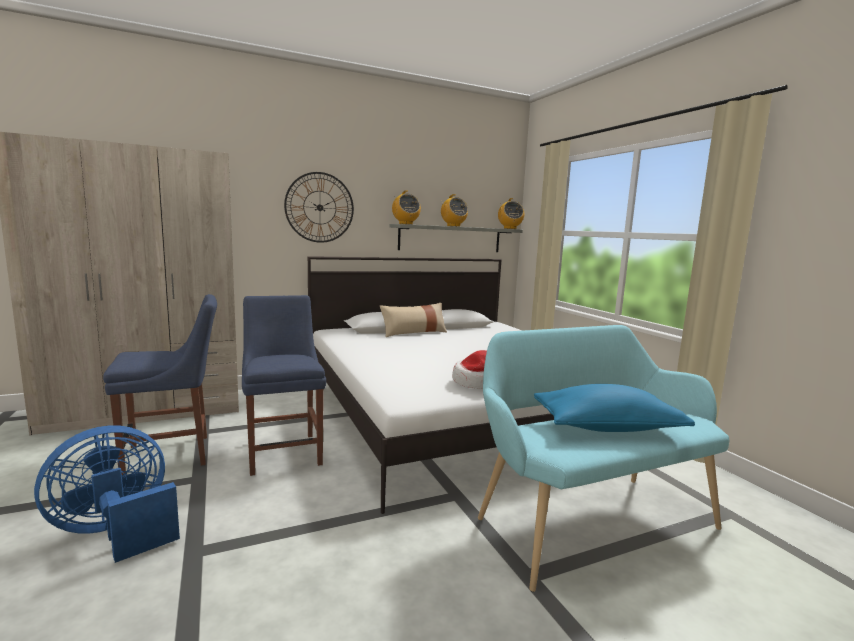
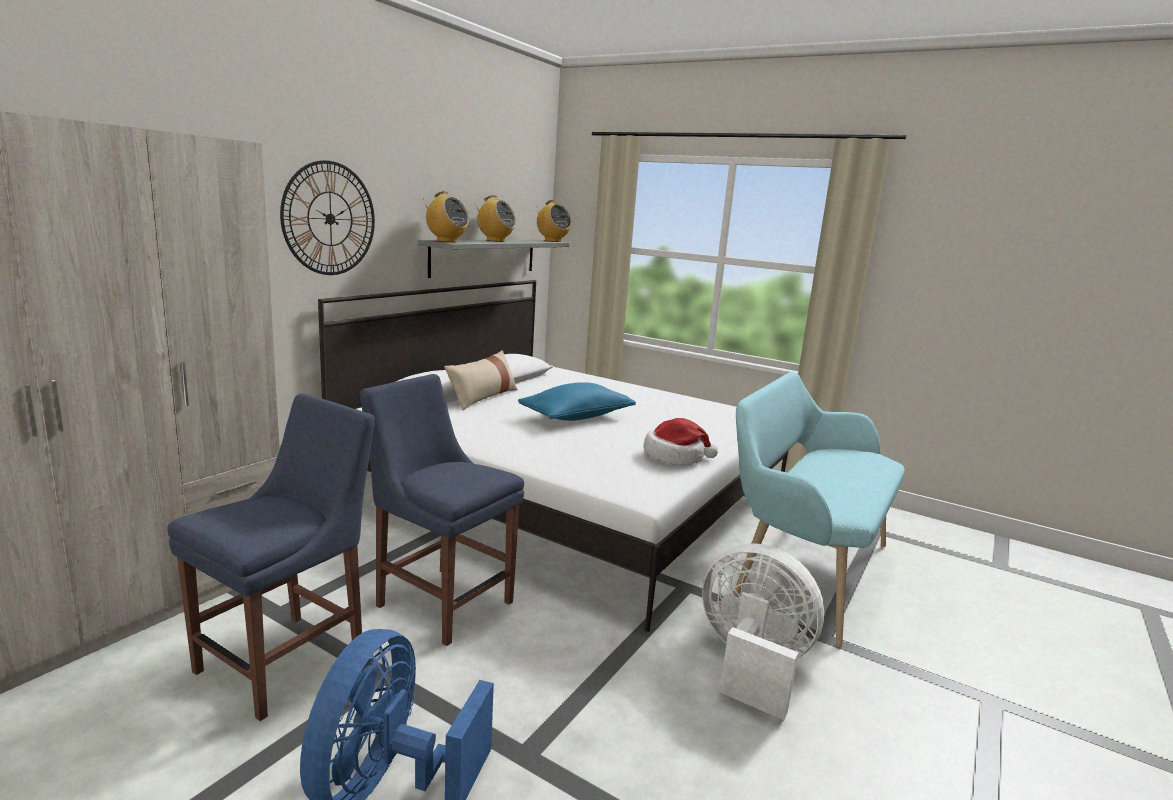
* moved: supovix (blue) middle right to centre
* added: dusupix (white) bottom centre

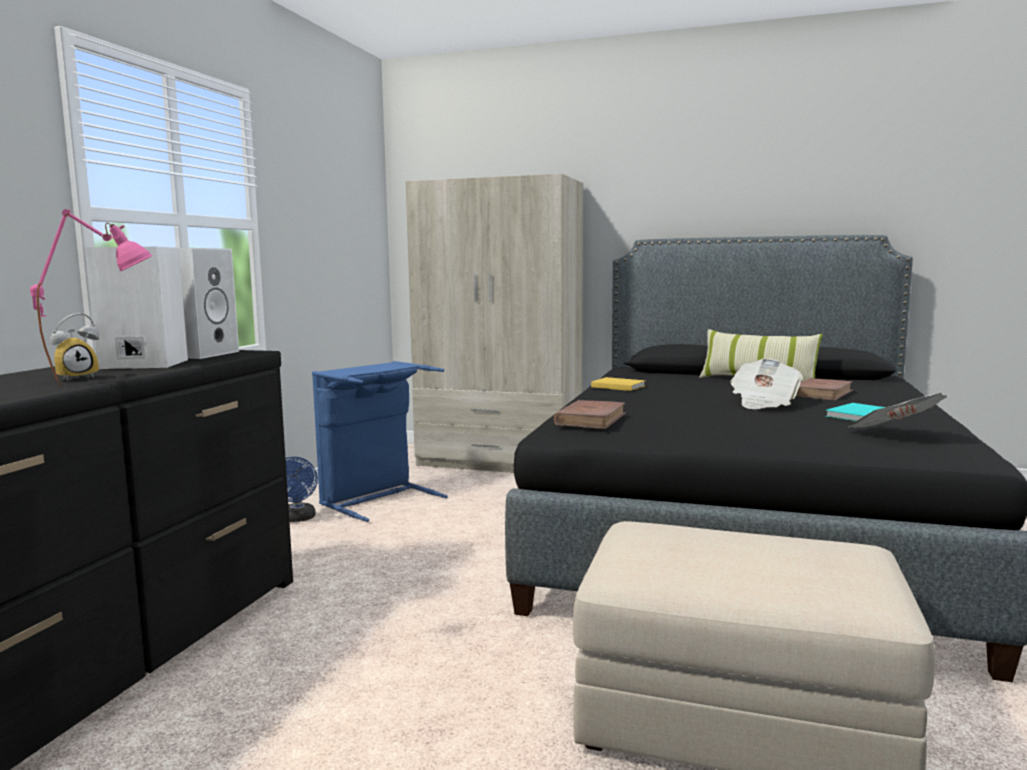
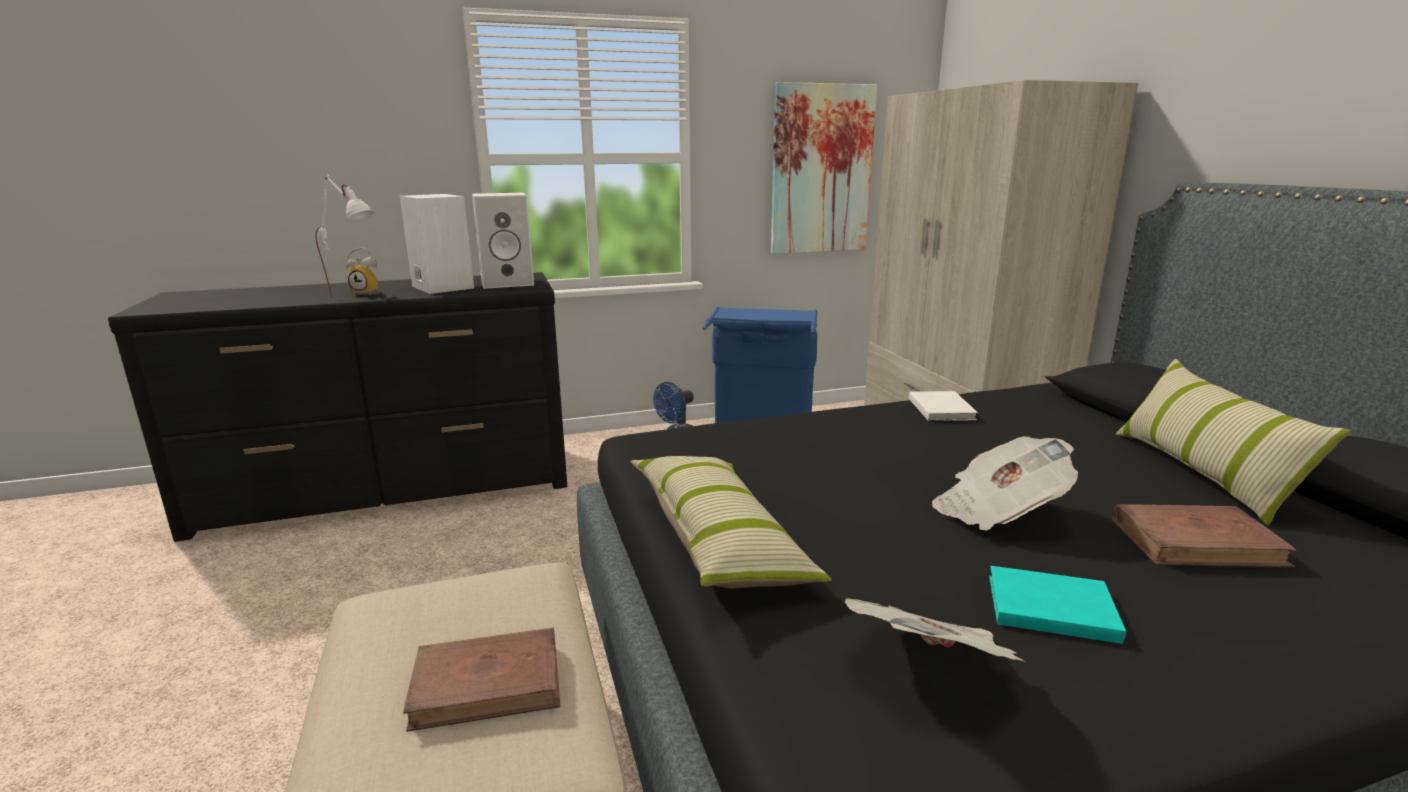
* recoloured: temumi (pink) middle left to temumi (white) top left
* moved: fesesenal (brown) (1st from left) centre to bottom centre
* recoloured: fesesenal (yellow) centre to fesesenal (white) middle right
* added: supovix (1st from left) centre
* added: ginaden top centre

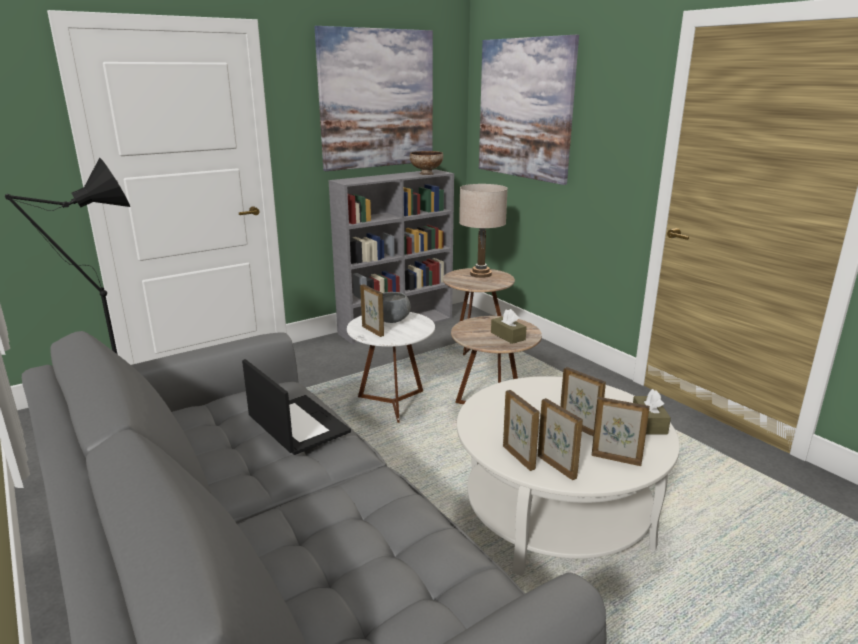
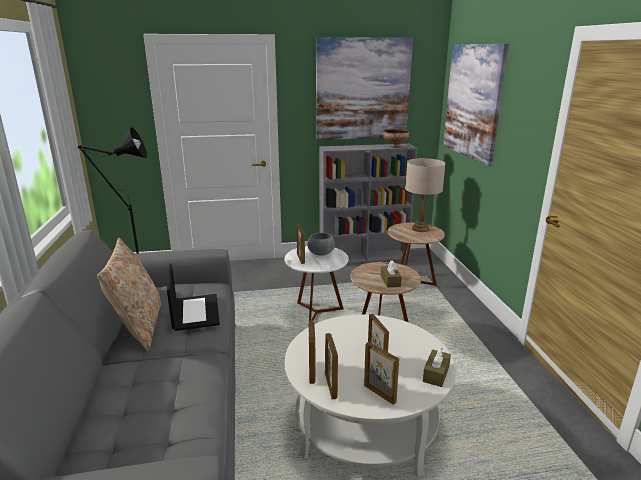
* added: supovix (beige) middle left

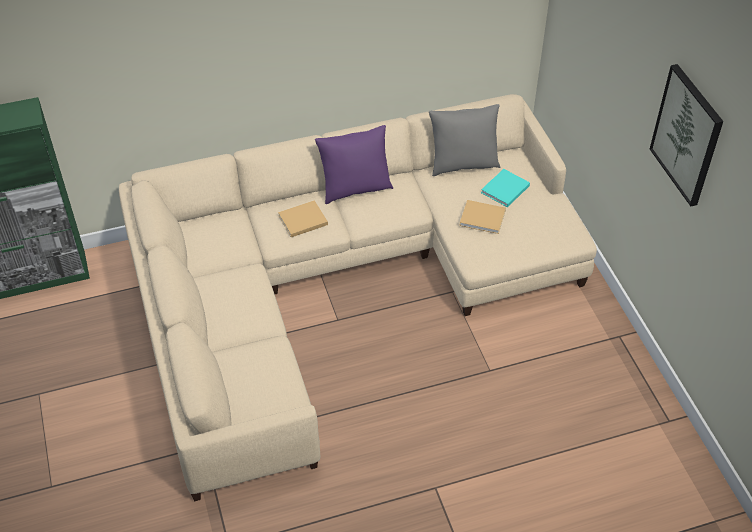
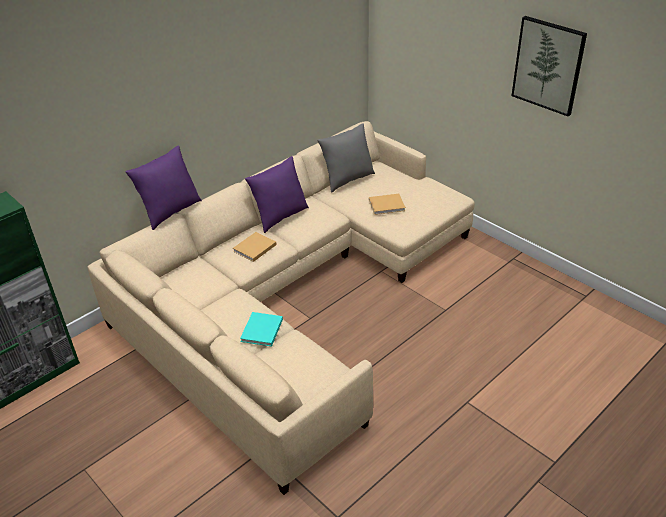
* moved: fesesenal (turquoise) middle right to centre
* added: supovix (purple) (1st from left) middle left

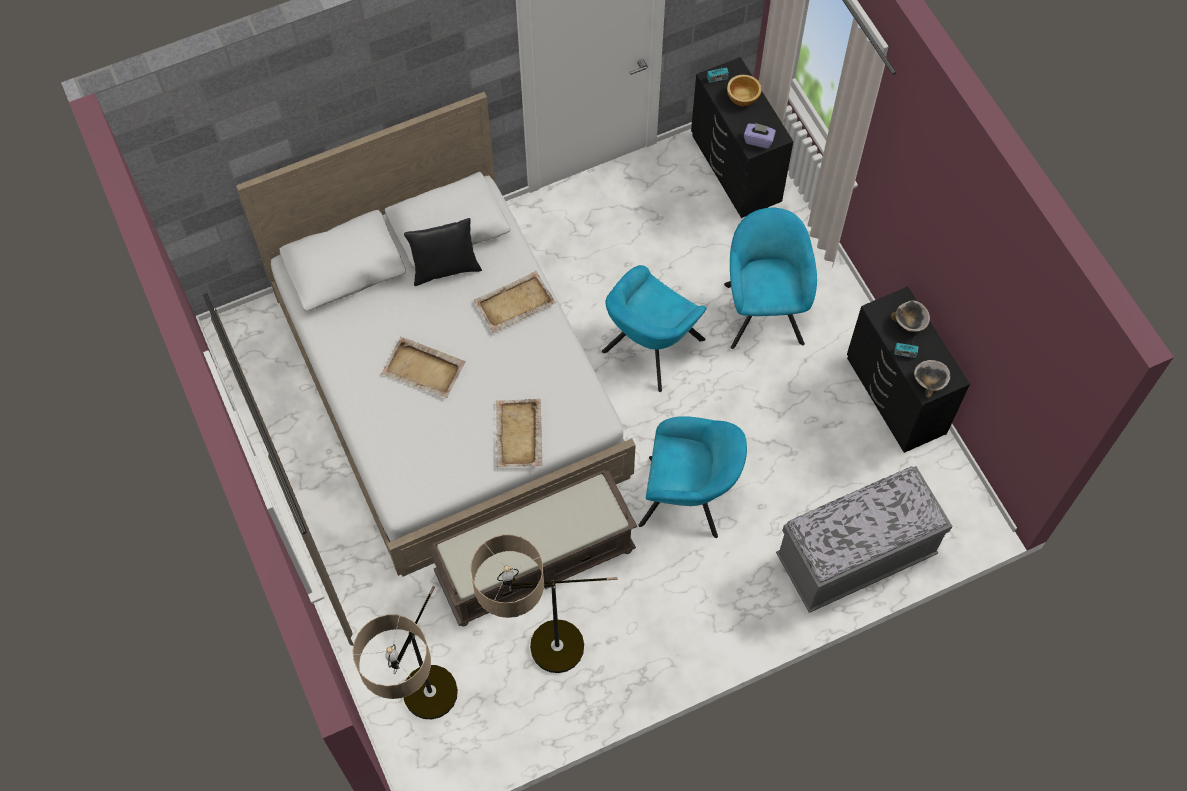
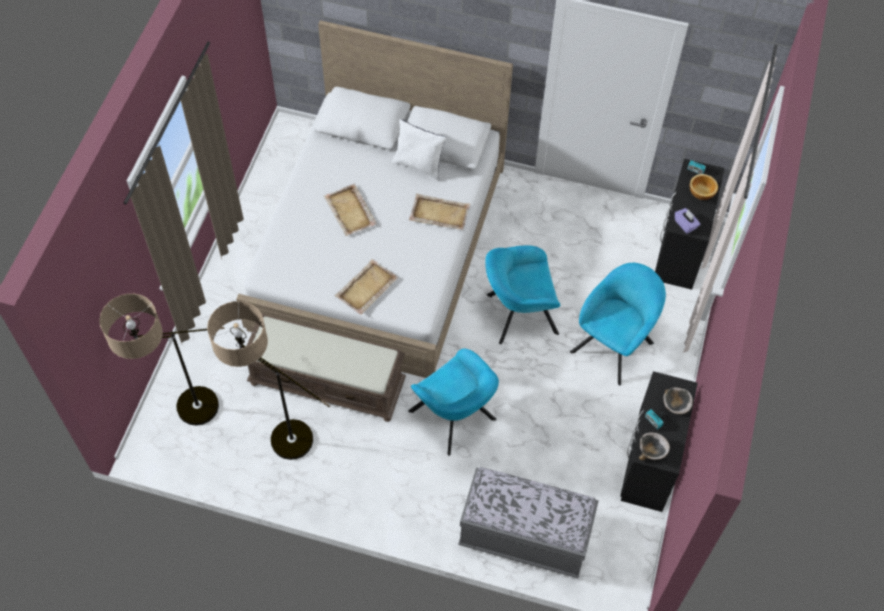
* recoloured: supovix (black) top centre to supovix (white) top centre

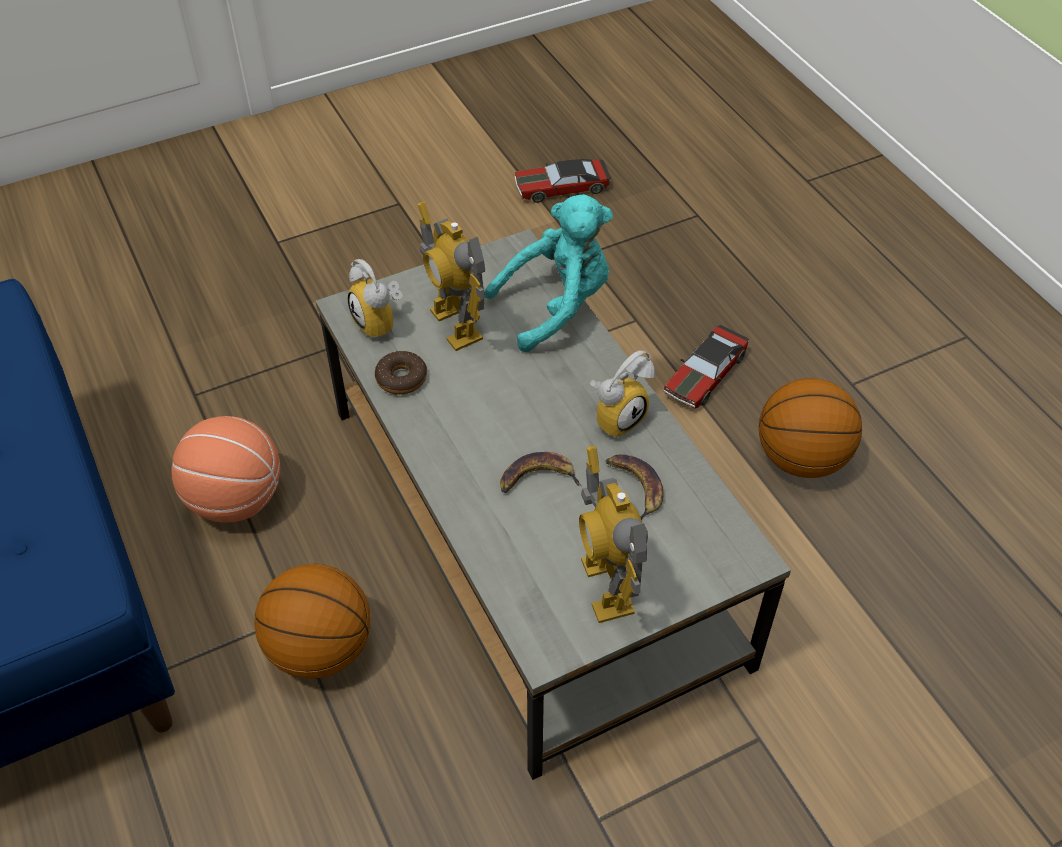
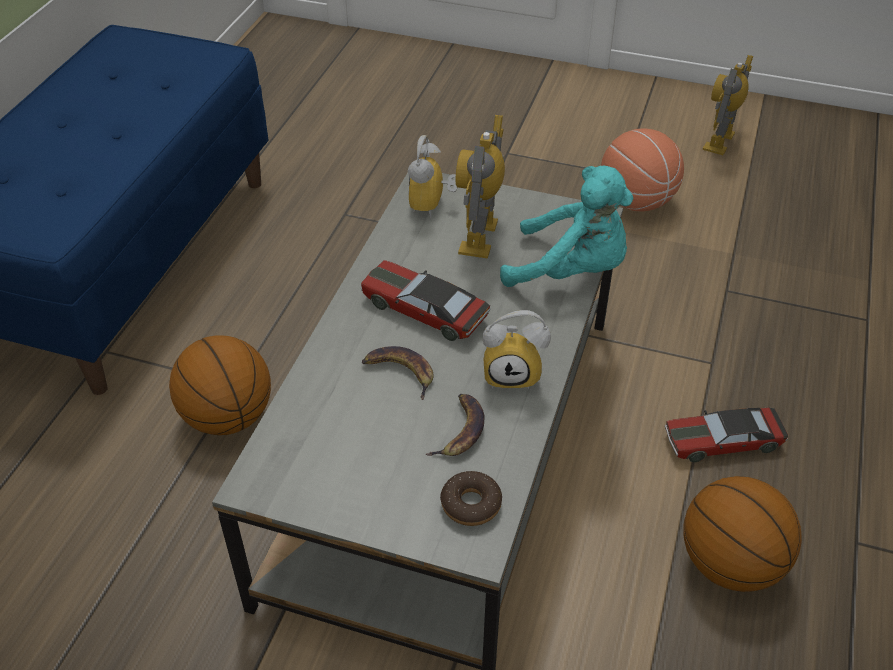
* moved: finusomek (1st from left in the first image) middle left to finusomek (2nd from left) top right
* moved: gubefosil centre to bottom centre
* moved: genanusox (1st from left) top centre to centre
* moved: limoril (2nd from left) centre to top right

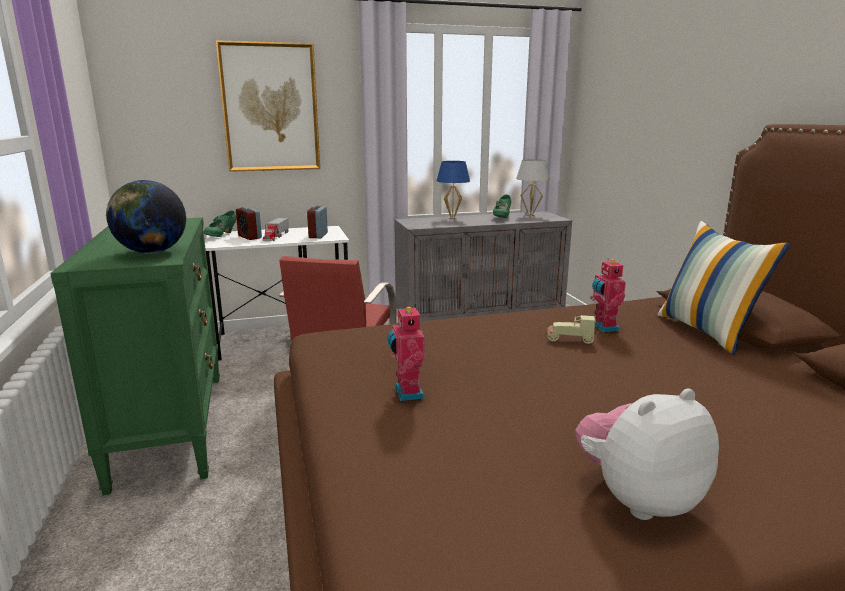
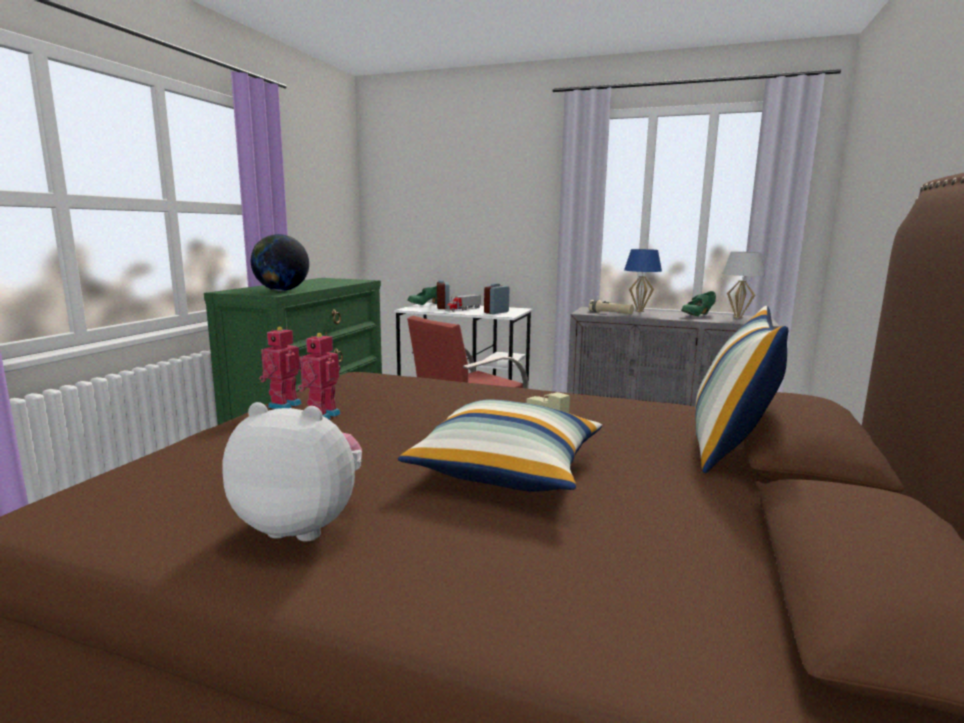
* removed: ginaden top left
* moved: limoril (2nd from left in the first image) middle right to limoril (1st from left) middle left
* added: supovix (1st from left) centre
* added: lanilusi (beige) centre

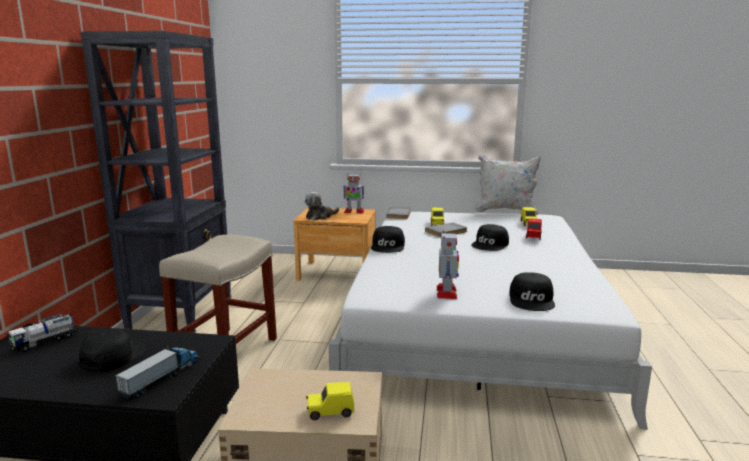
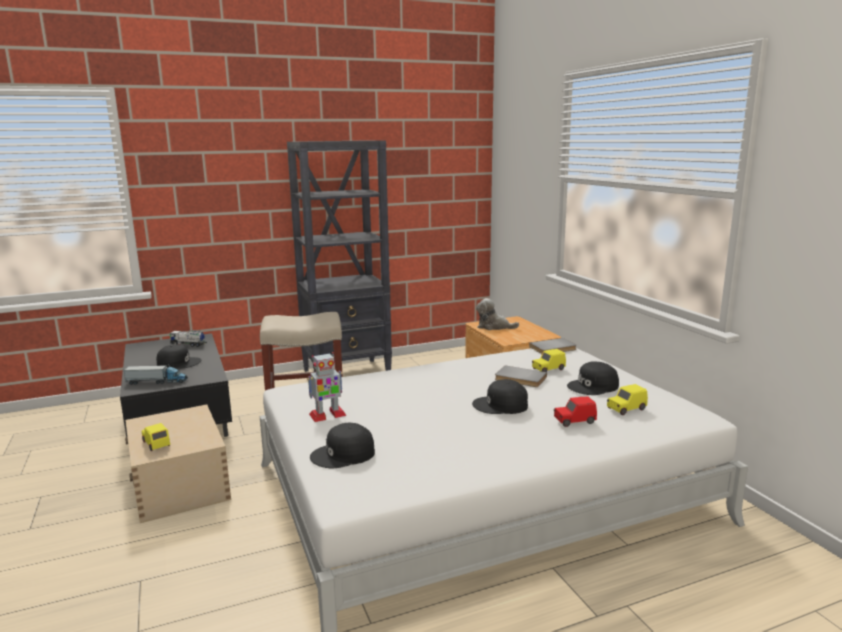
* removed: limoril (1st from left) centre
* moved: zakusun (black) (2nd from left in the first image) centre to zakusun (black) (4th from left) middle right
* removed: supovix (white) middle right

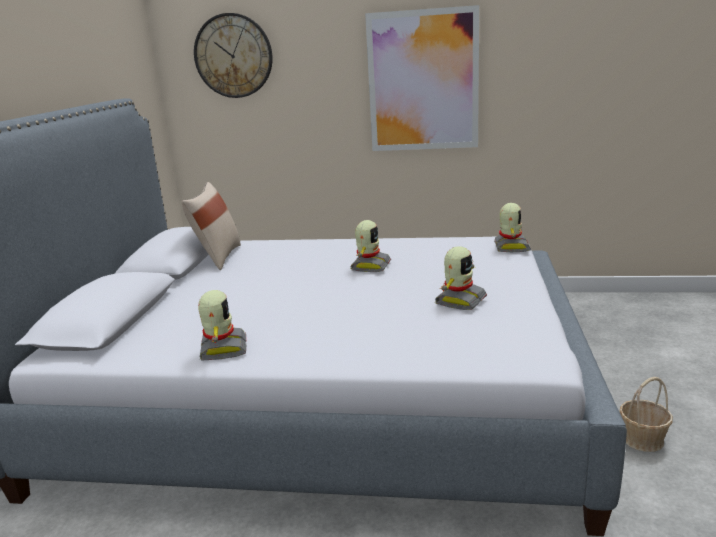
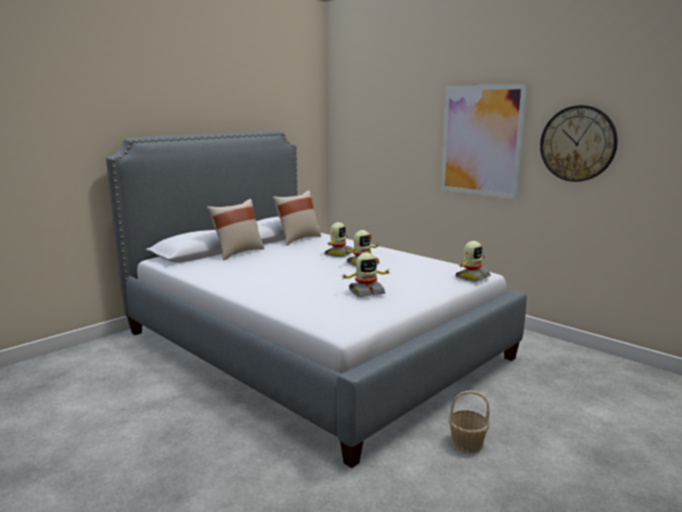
* moved: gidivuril top left to top right
* moved: limoril (1st from left) middle left to centre
* added: supovix (beige) (1st from left) centre

